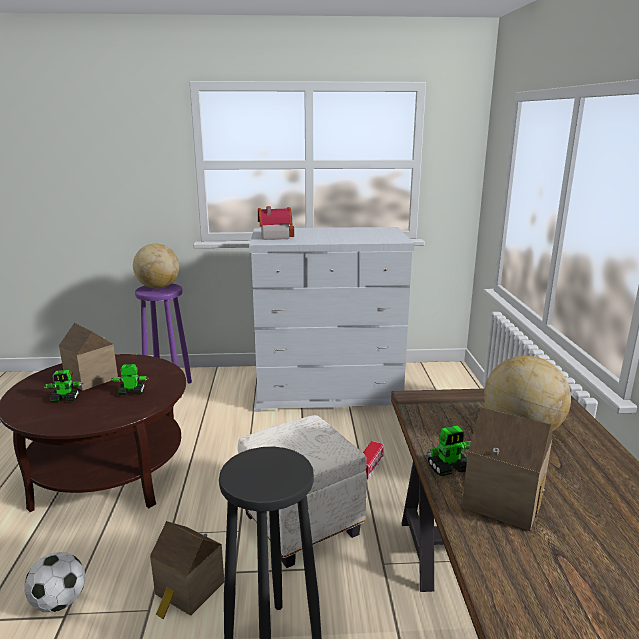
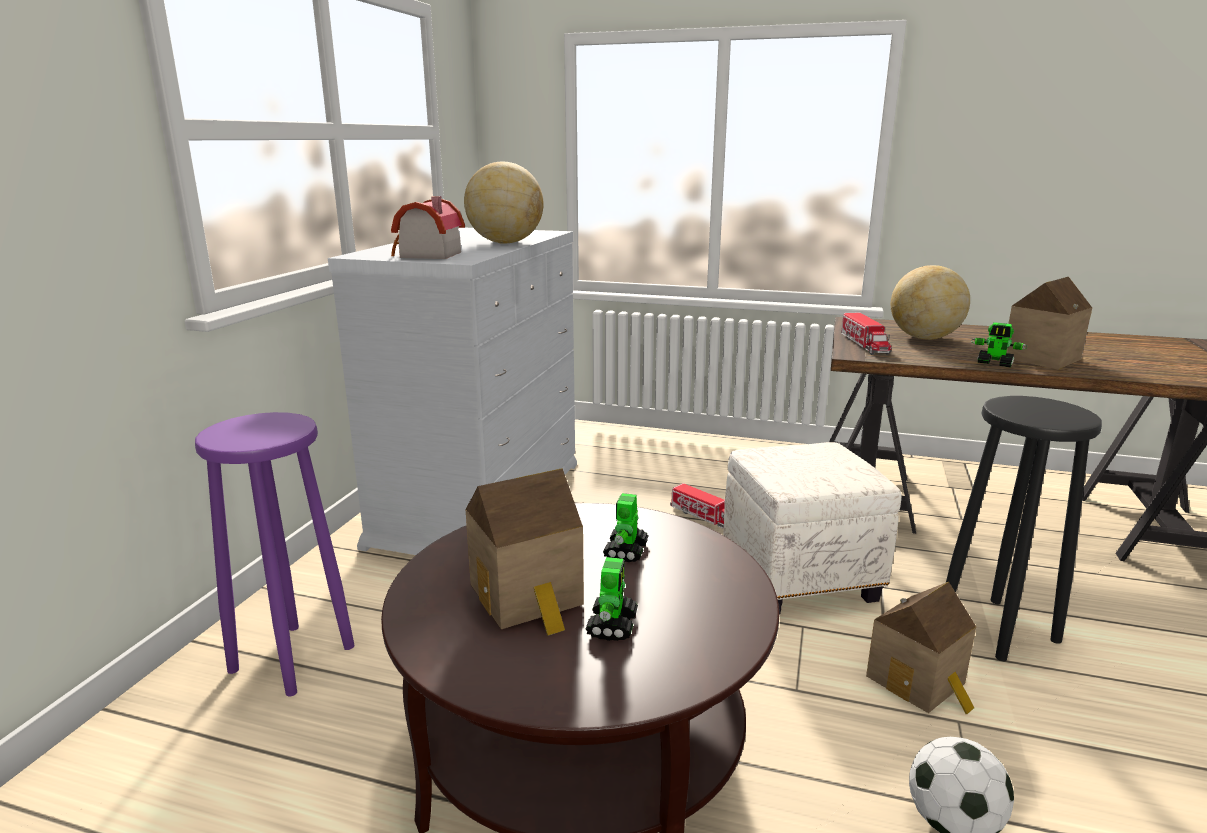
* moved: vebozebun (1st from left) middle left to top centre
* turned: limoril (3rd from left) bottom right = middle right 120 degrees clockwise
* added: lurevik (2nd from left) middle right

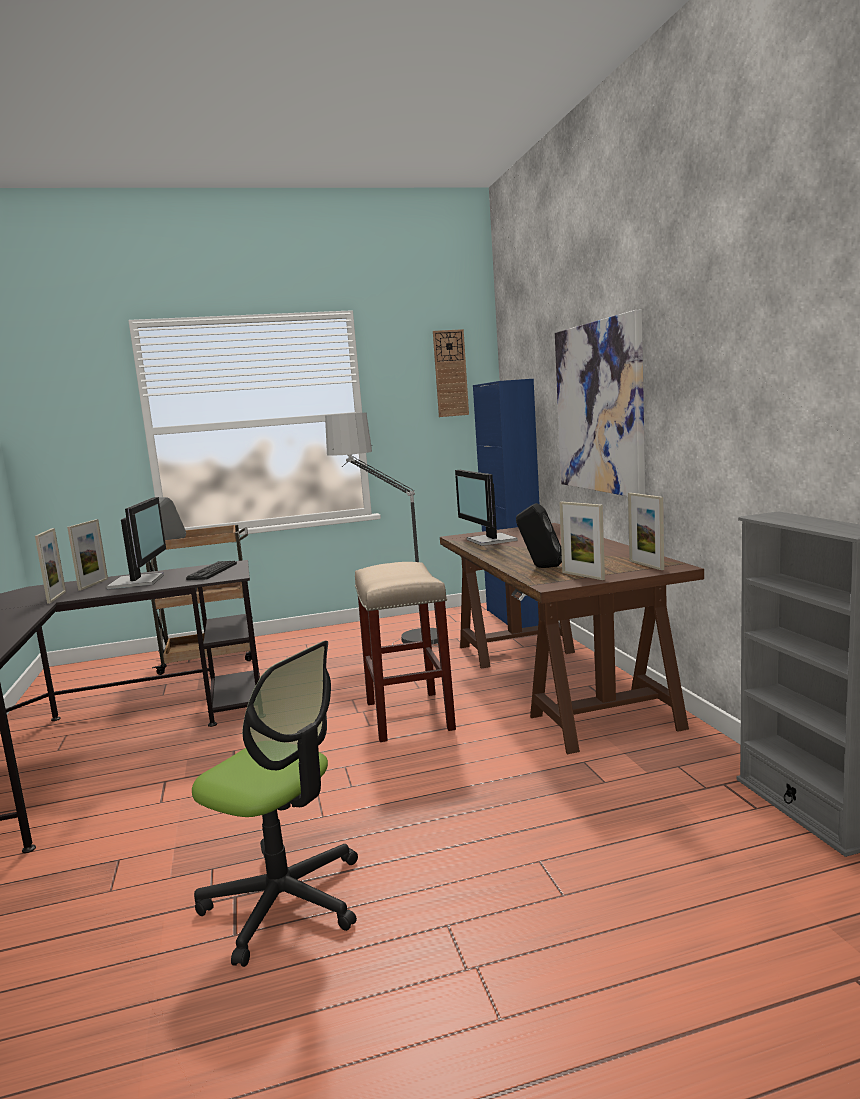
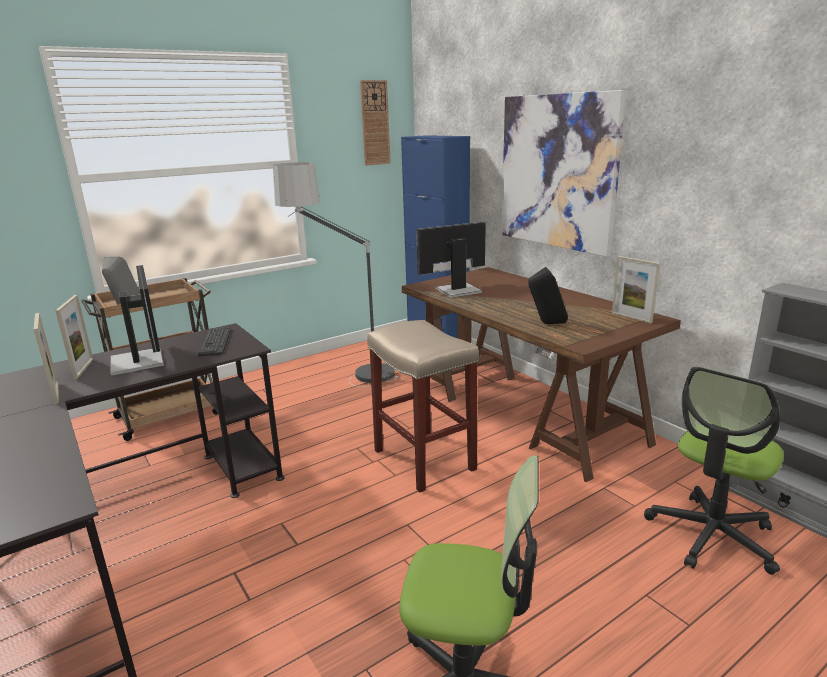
* turned: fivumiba (2nd from left) centre = centre 105 degrees clockwise
* removed: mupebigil (3rd from left) middle right
* added: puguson (2nd from left) bottom right

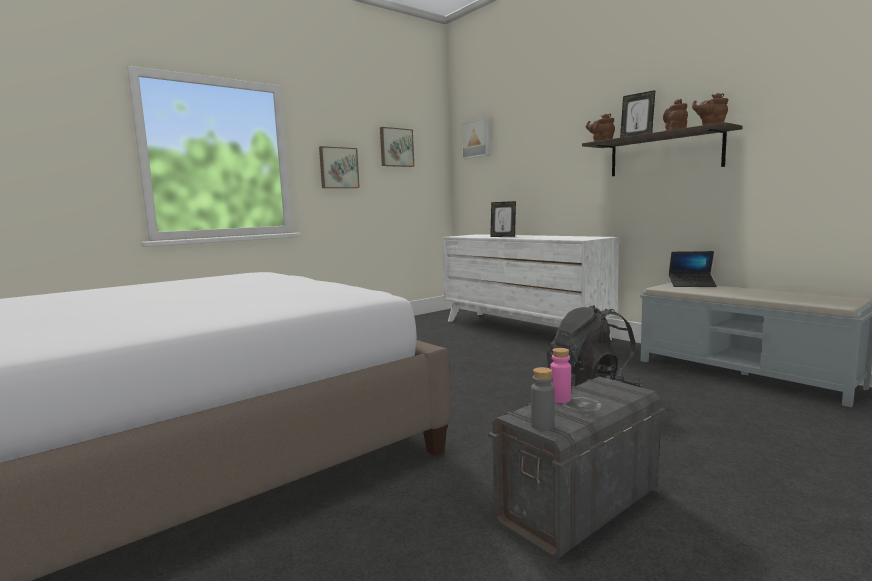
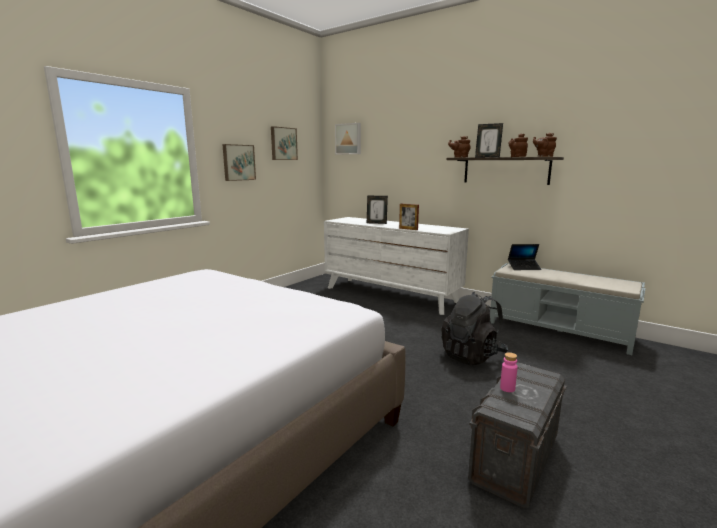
* removed: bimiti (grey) bottom centre
* added: mupebigil (2nd from left) centre

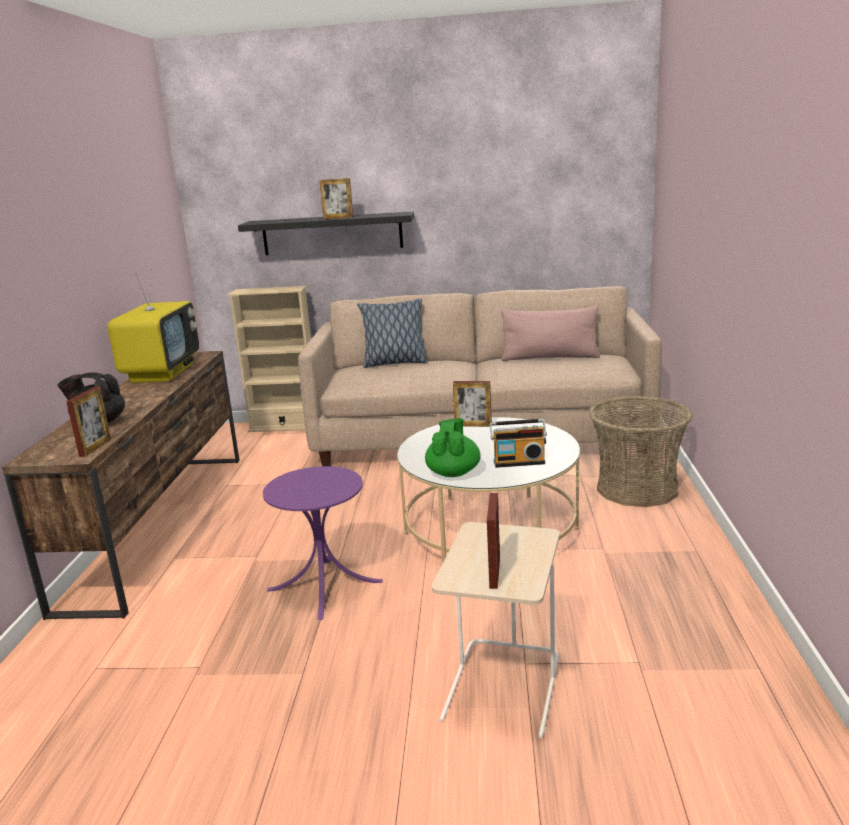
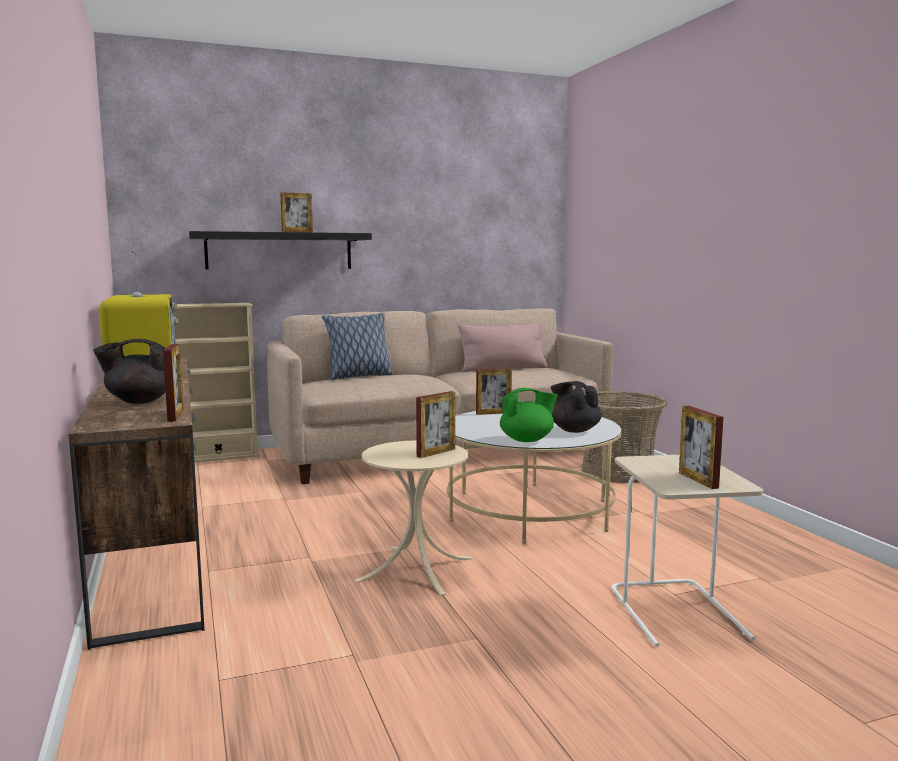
* recoloured: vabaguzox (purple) centre to vabaguzox (beige) (1st from left) bottom centre
* turned: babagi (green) centre = centre 90 degrees clockwise
* replaced: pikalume centre to babagi (black) (2nd from left) centre
* added: mupebigil (3rd from left) centre

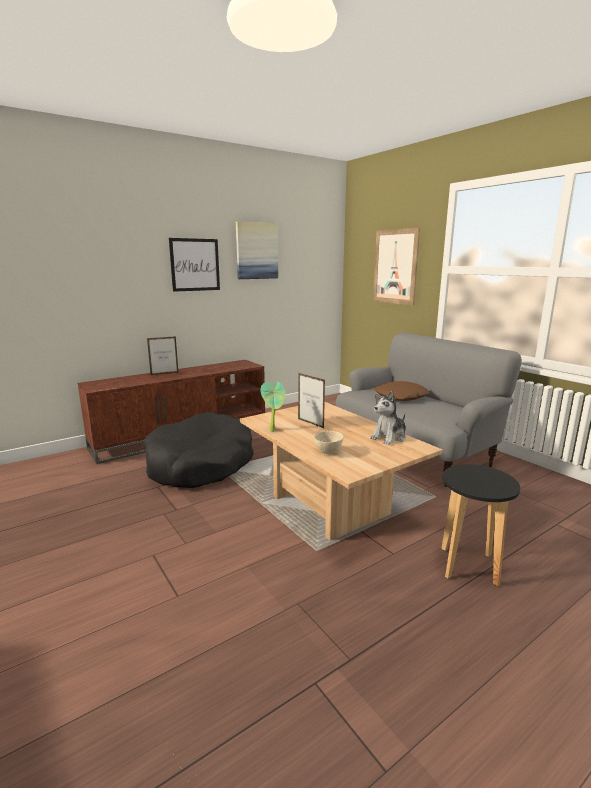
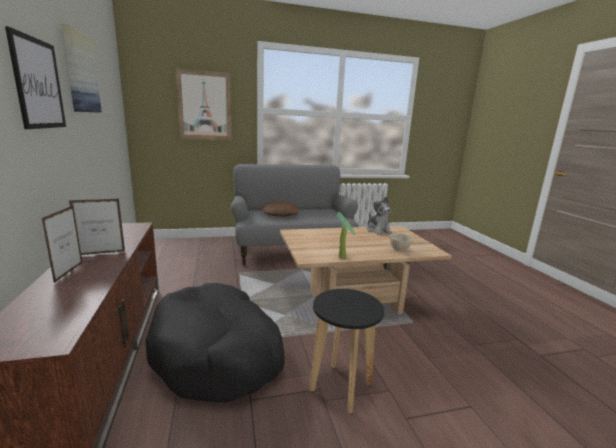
* moved: mupebigil (2nd from left) centre to middle left
* moved: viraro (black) middle right to bottom centre

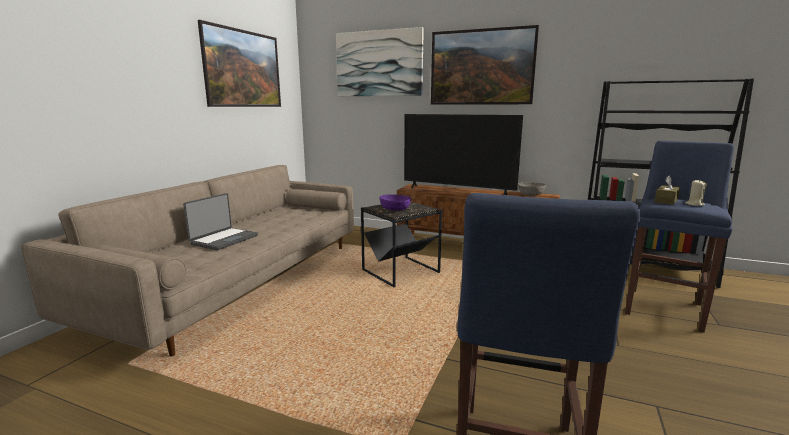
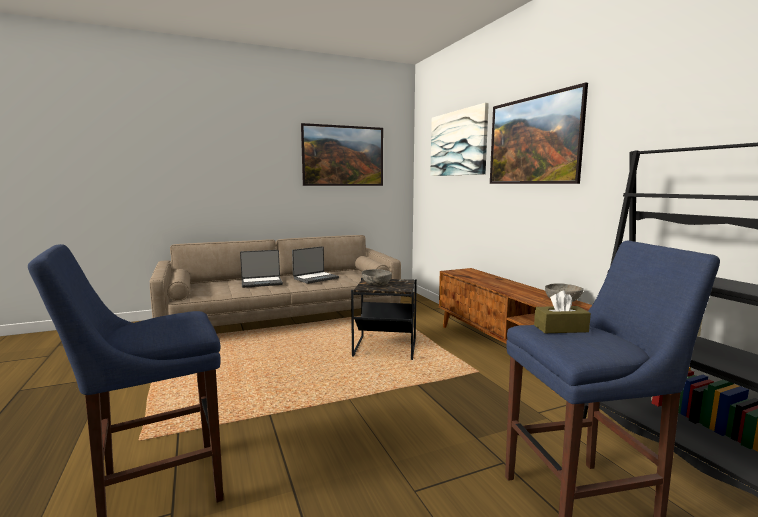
* recoloured: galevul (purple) centre to galevul (grey) (1st from left) centre
* removed: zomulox centre
* removed: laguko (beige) middle right
* added: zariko (2nd from left) centre

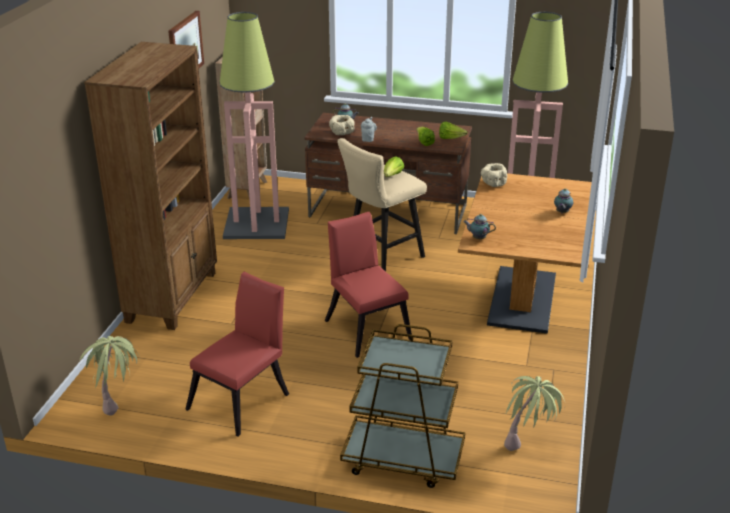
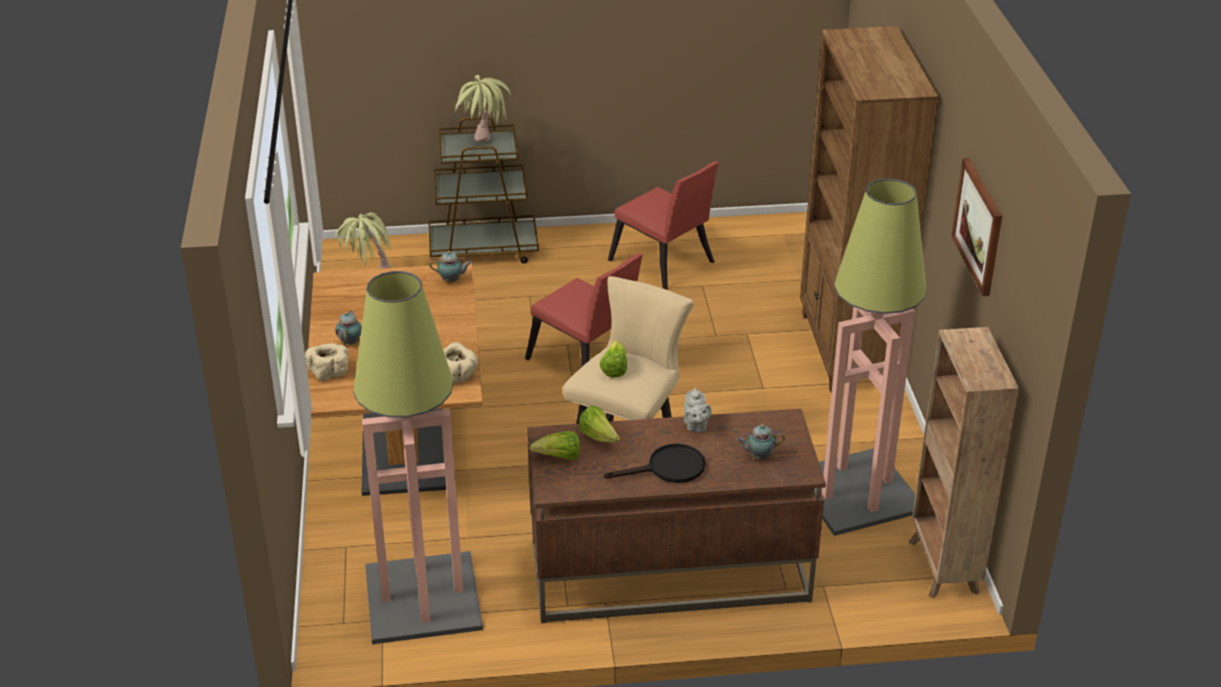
* moved: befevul (1st from left in the first image) bottom left to befevul (2nd from left) top centre
* turned: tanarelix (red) (1st from left in the first image) bottom left = top centre 60 degrees counterclockwise
* moved: galevul (beige) (1st from left) top centre to middle left
* added: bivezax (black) bottom centre

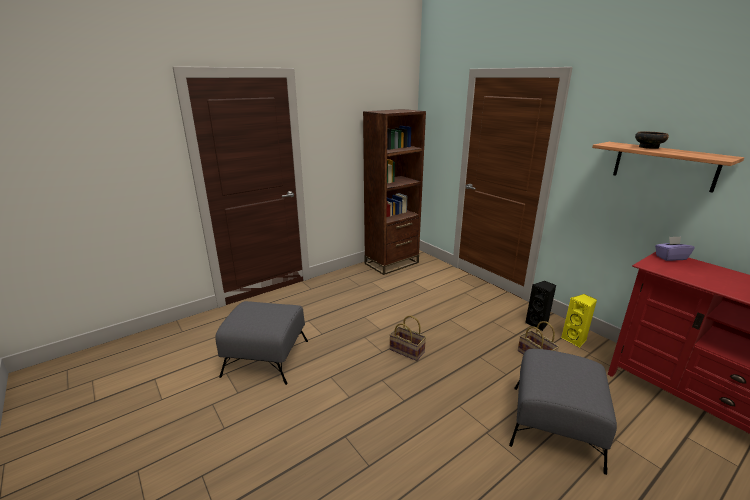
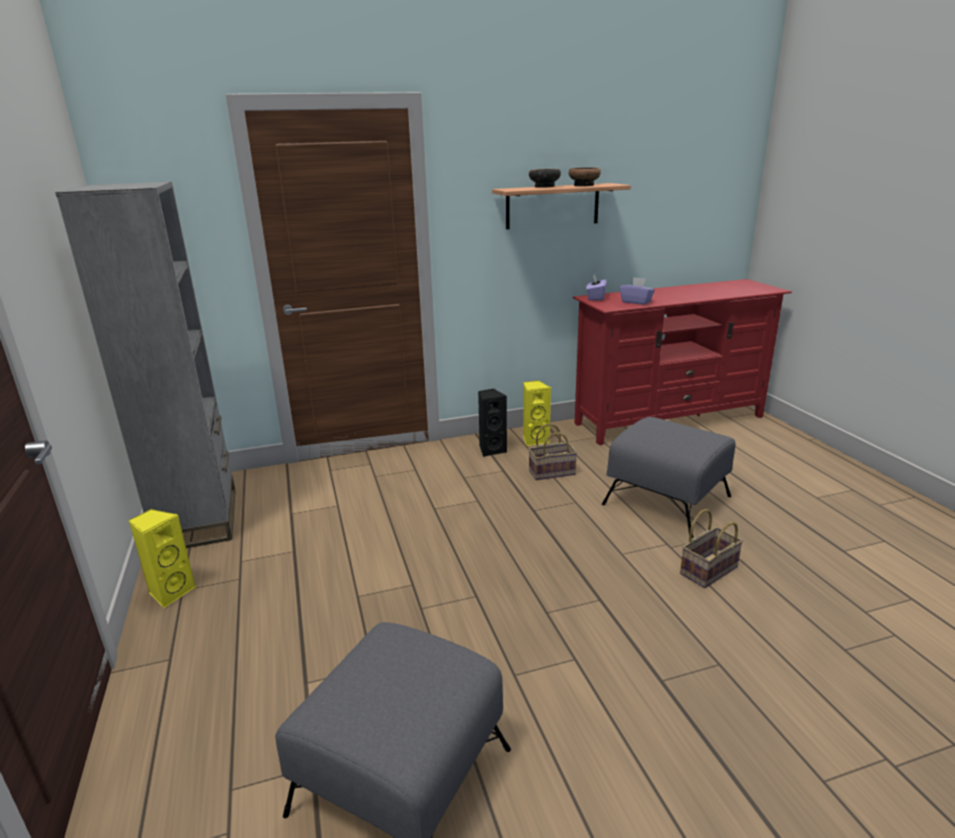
* recoloured: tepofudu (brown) centre to tepofudu (grey) middle left
* moved: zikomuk (1st from left in the first image) bottom centre to zikomuk (2nd from left) middle right
* added: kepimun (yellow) (1st from left) middle left
* added: galevul (2nd from left) top centre
* added: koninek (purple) (2nd from left) middle right

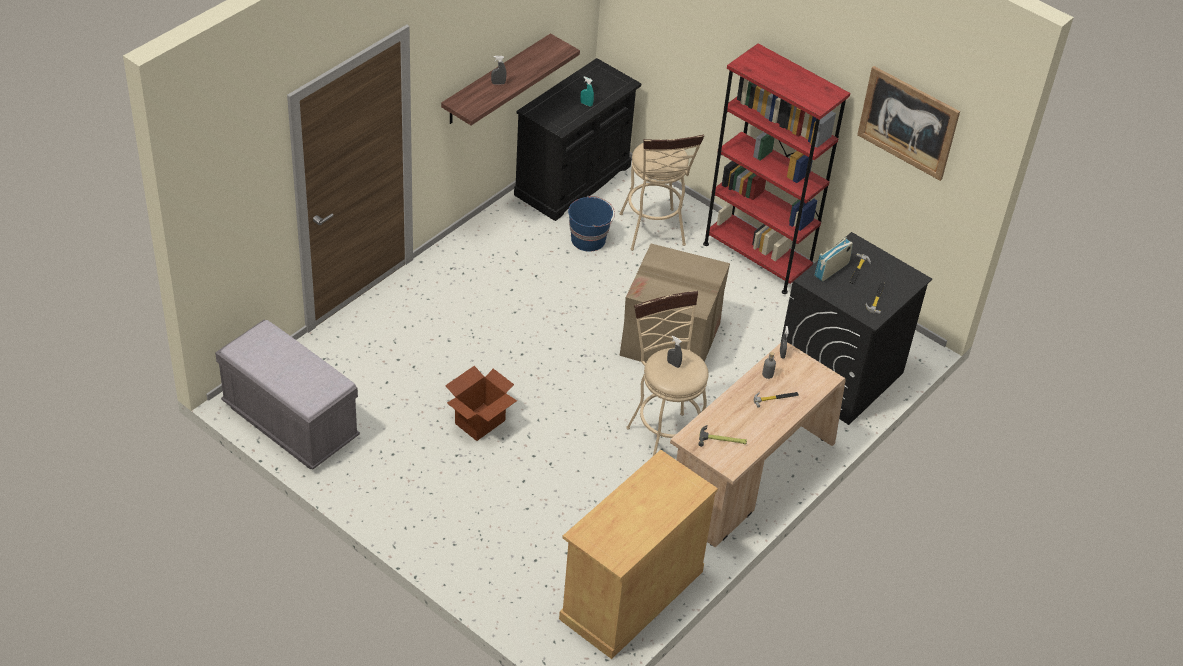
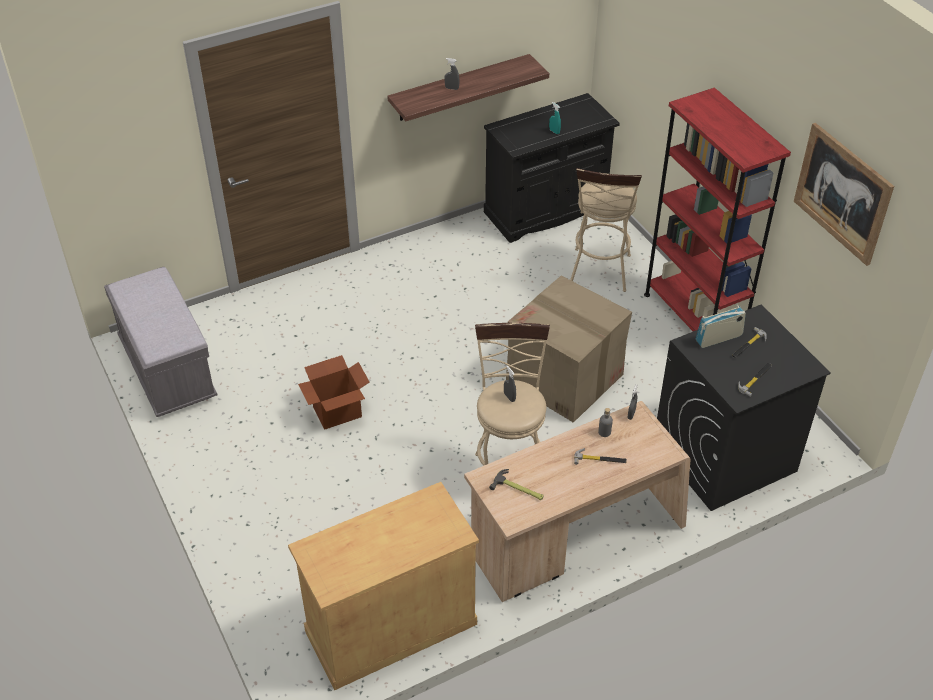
* removed: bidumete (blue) centre

